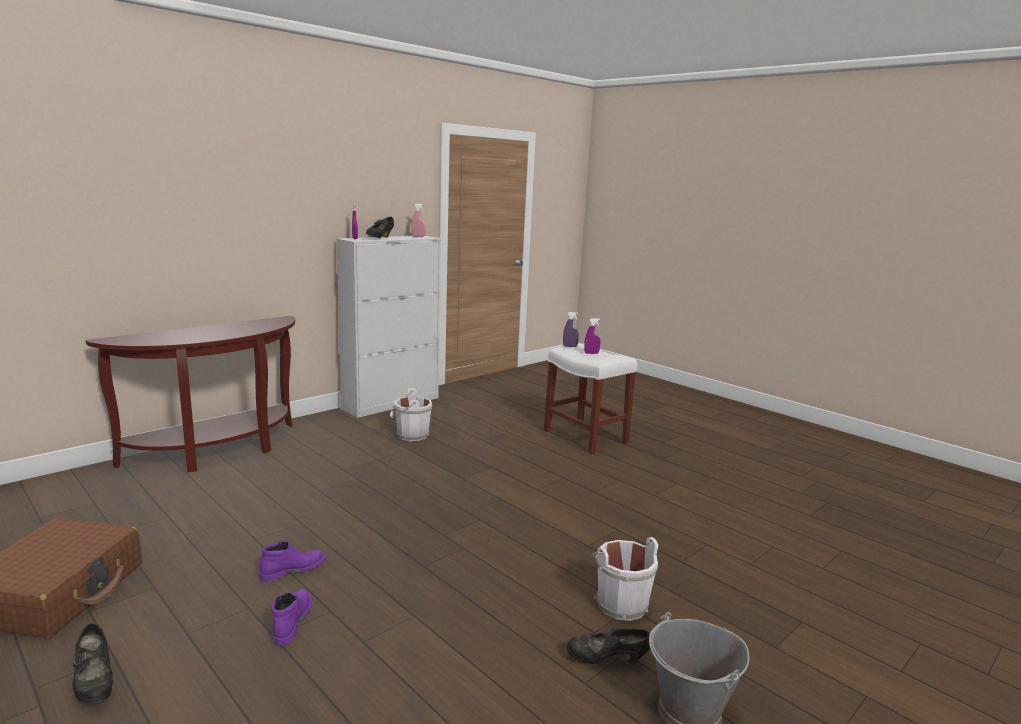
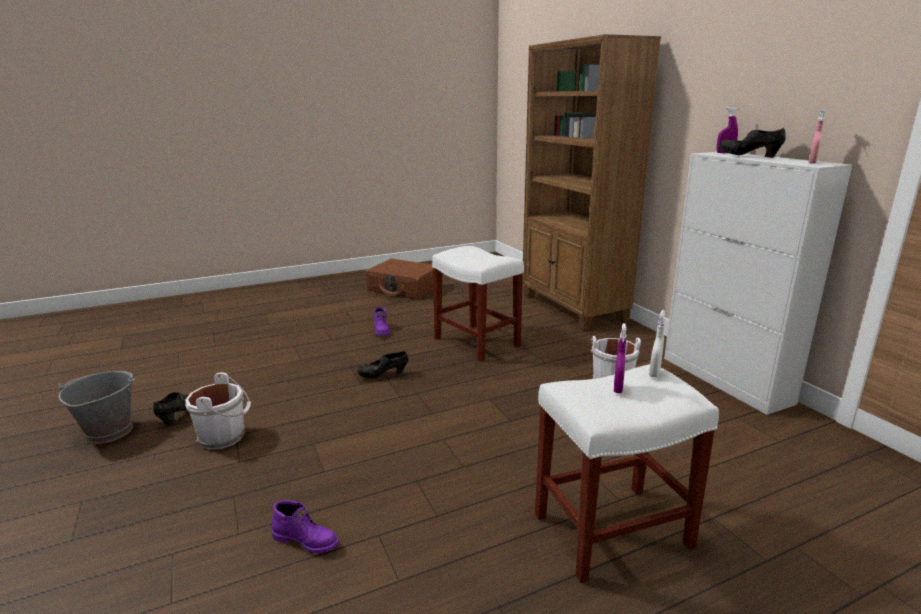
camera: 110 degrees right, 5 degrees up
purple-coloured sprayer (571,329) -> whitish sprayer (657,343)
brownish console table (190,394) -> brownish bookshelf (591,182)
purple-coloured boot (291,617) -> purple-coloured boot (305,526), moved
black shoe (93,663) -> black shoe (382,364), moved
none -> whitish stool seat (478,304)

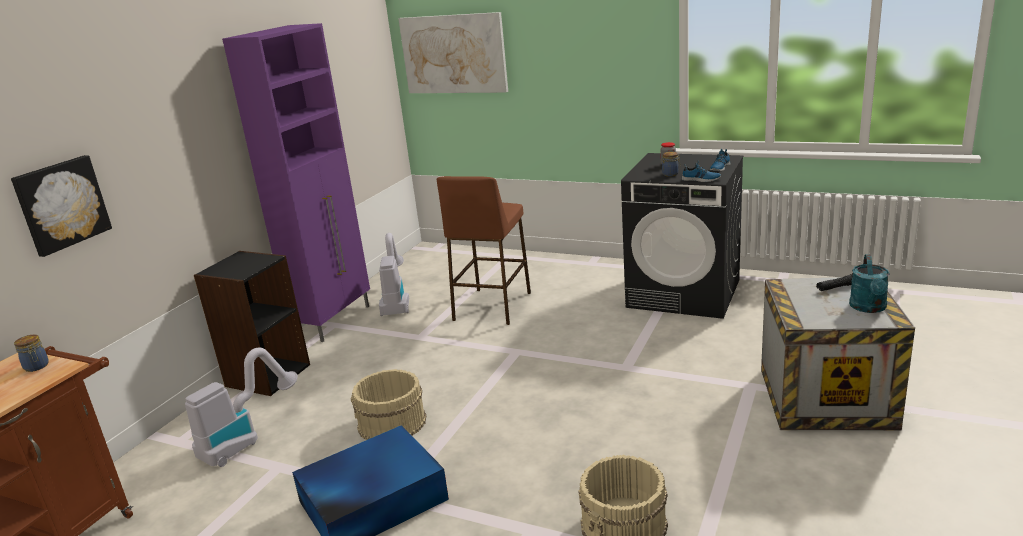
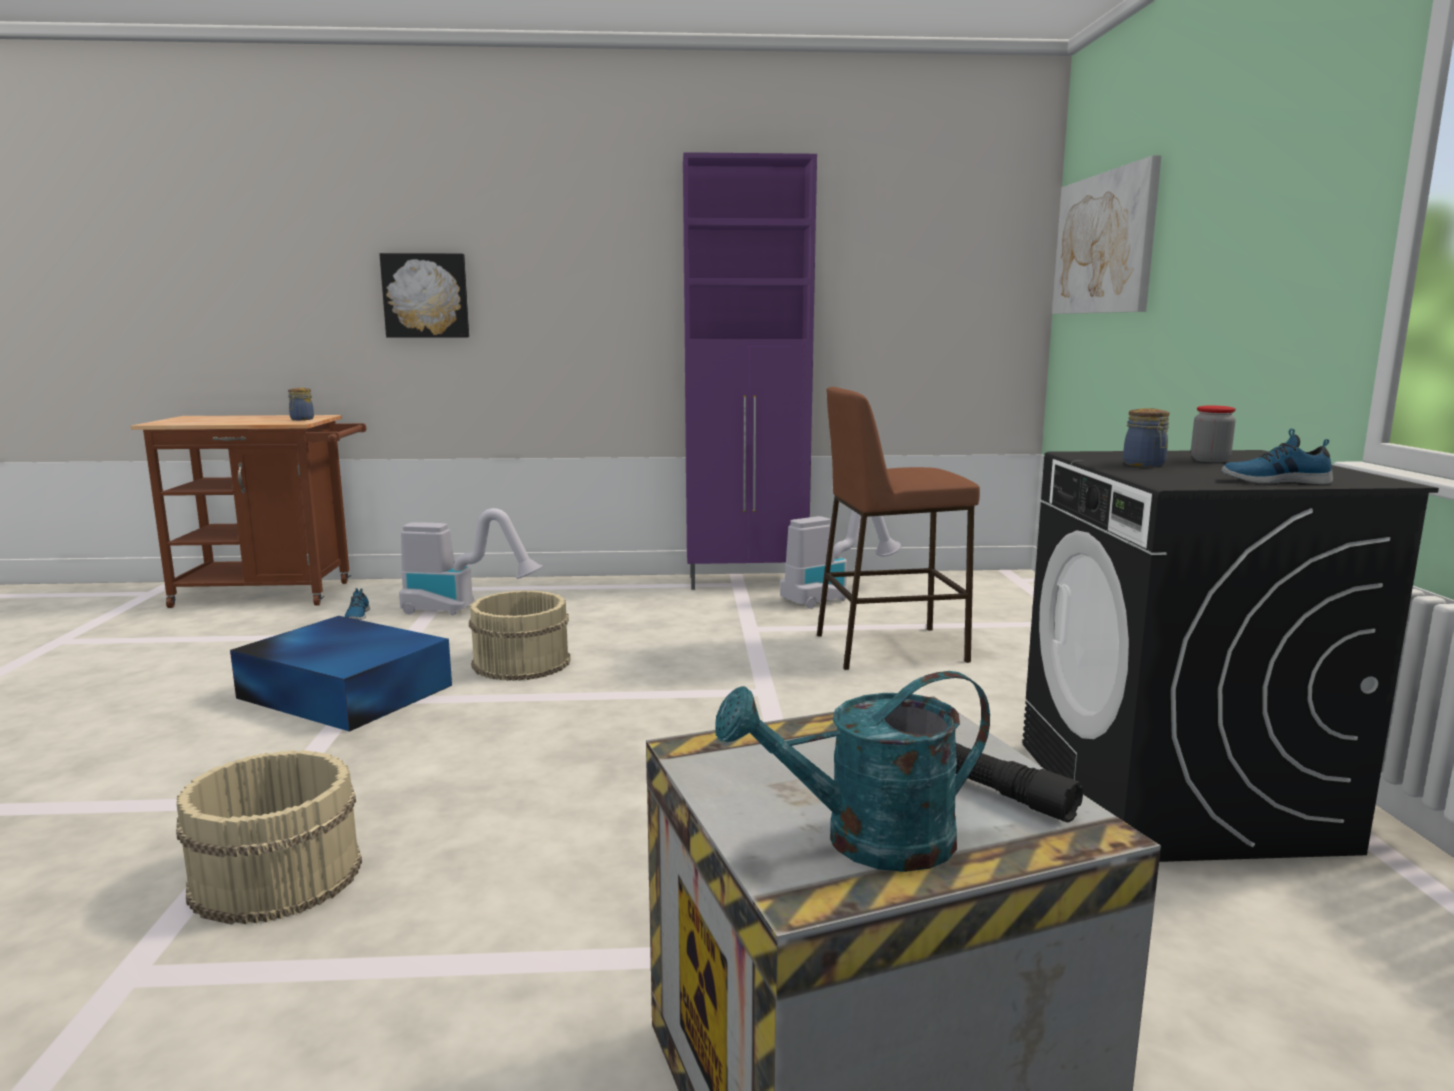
camera: 60 degrees right, 10 degrees down
shoe (701,171) -> shoe (357,604), moved
black bookshelf (252,323) -> none

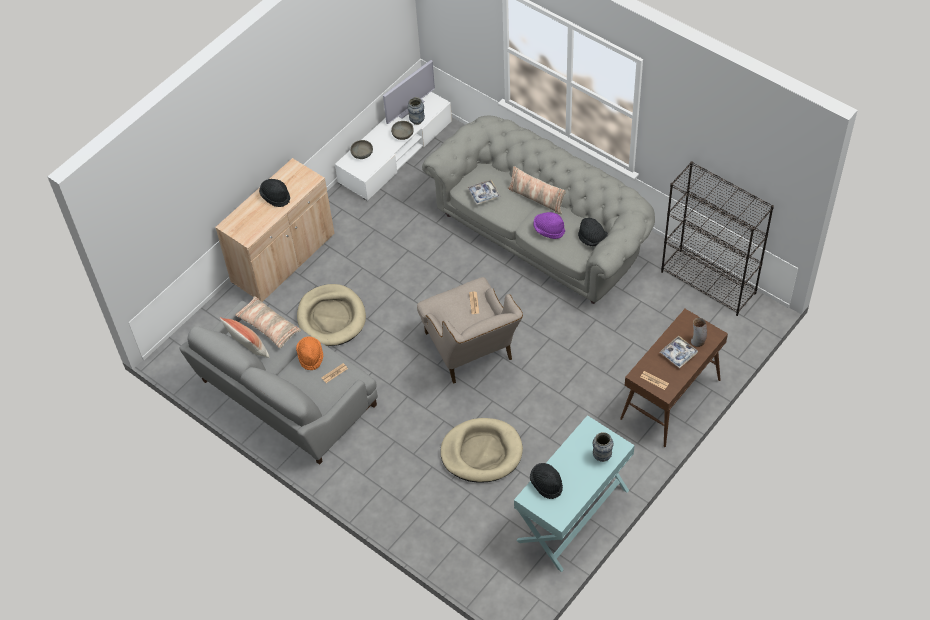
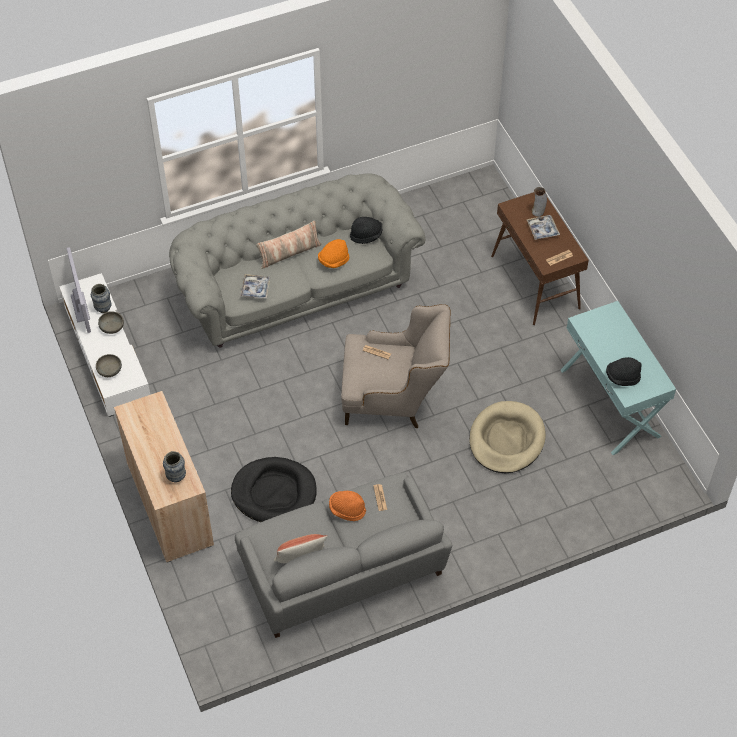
camera: 65 degrees left, 0 degrees up
black bookshelf (717,238) -> none
black wearable hat (274,193) -> none
purple-coloured wearable hat (549,225) -> orangey wearable hat (333,253)
sand-coloured dog bed (331,315) -> black dog bed (274,489)
cushion (268,322) -> none
flower vase (603,447) -> flower vase (174,467), moved

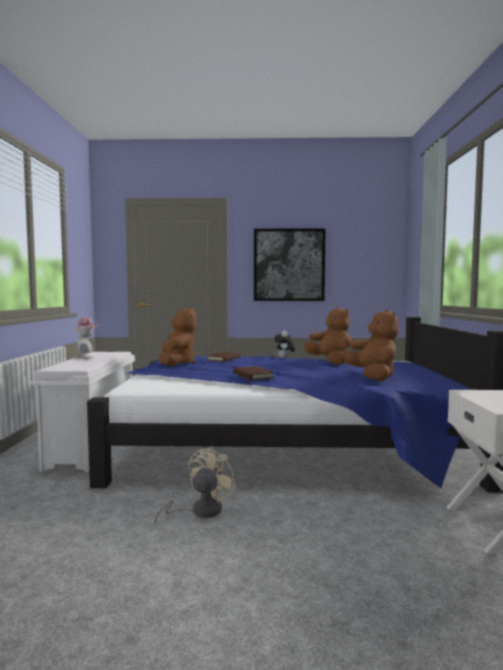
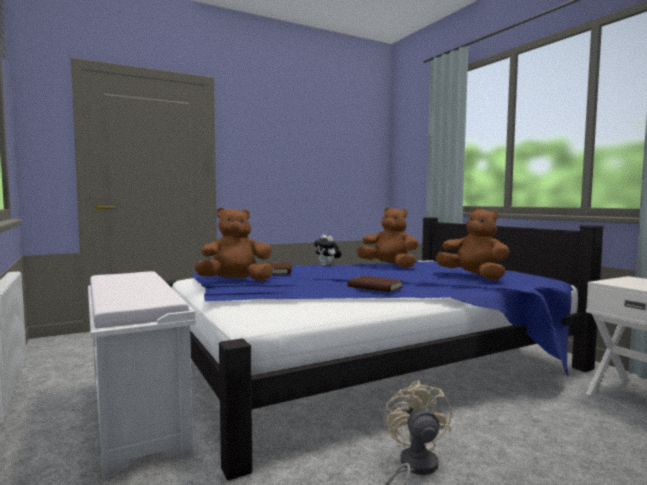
camera: 30 degrees left, 0 degrees up
wall picture (290,264) -> none
brownish cuddly toy (177,336) -> brownish cuddly toy (233,244), 75 degrees counterclockwise
wearable hat (86,338) -> none

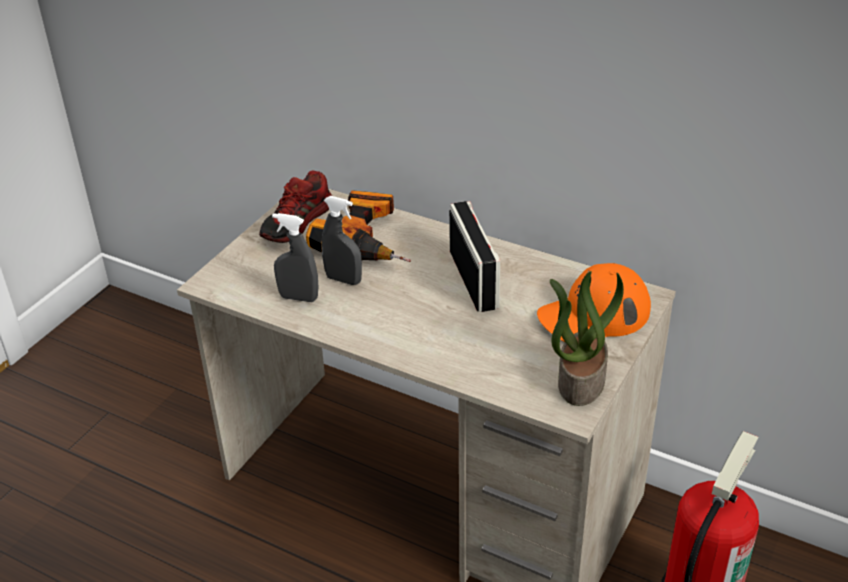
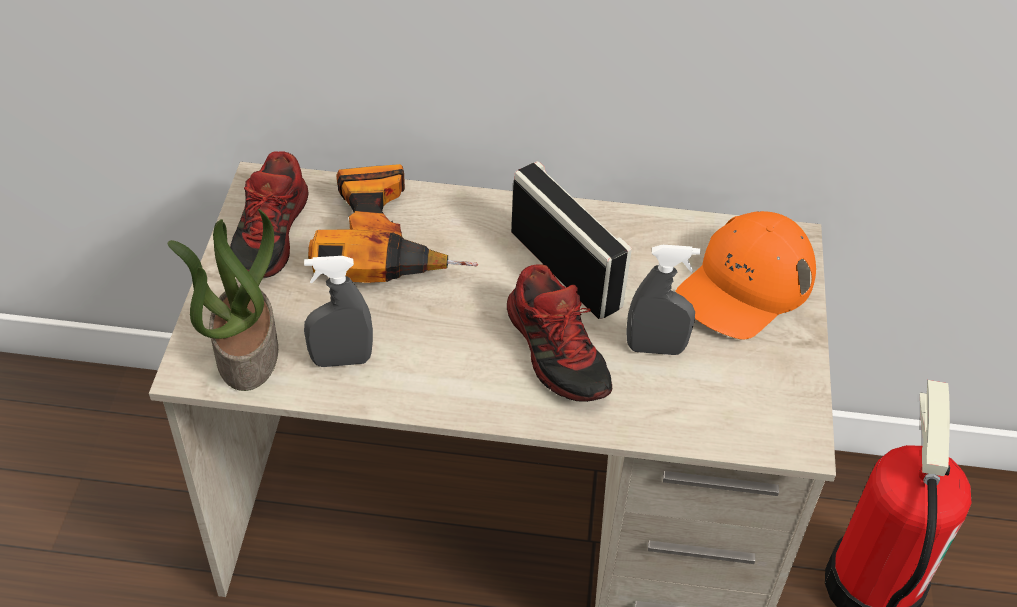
camera: 25 degrees left, 10 degrees up
greyish sprayer (341,240) -> greyish sprayer (663,300), moved
potted plant (587,338) -> potted plant (223,300), moved
none -> shoe (559,333)

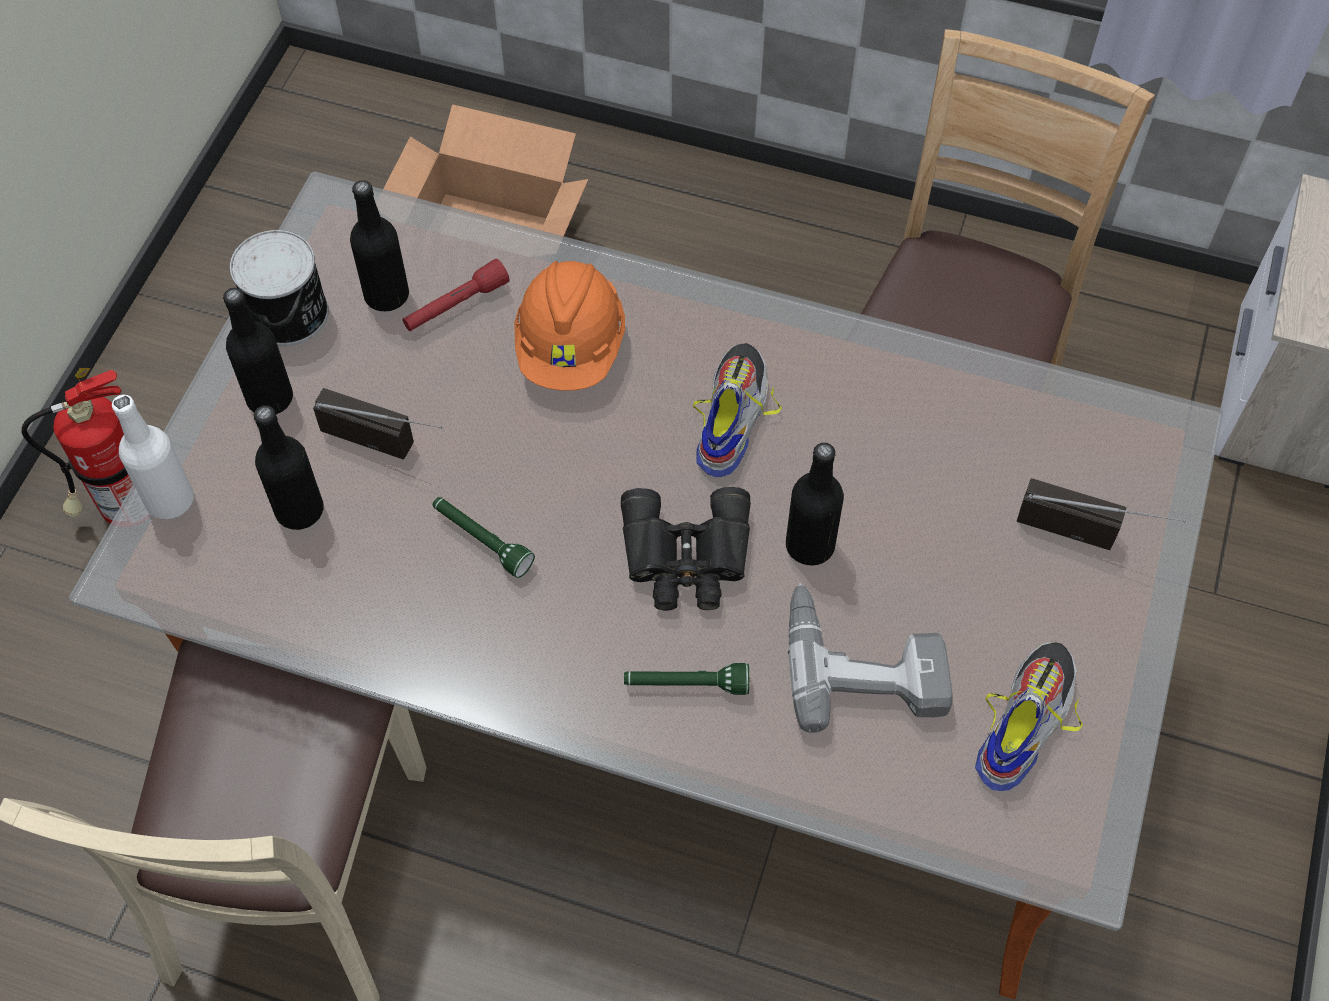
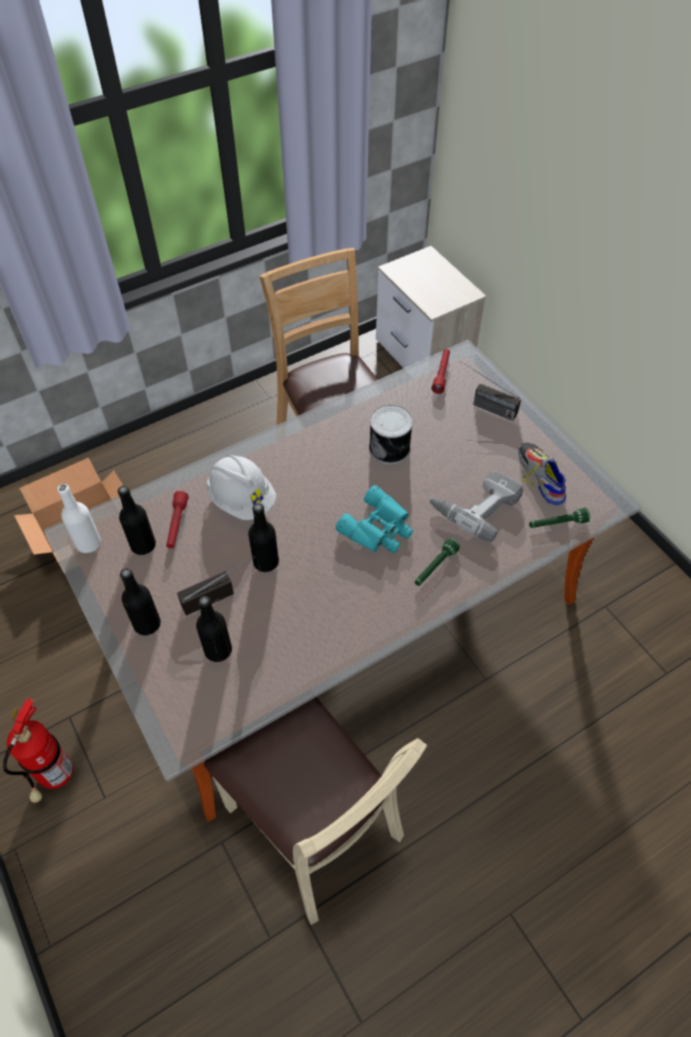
camera: 50 degrees left, 5 degrees down
can (279,288) -> can (391,434), moved
orangey safety helmet (569,326) -> whitish safety helmet (241,487)
shoe (737,410) -> none
whitish drink bottle (153,457) -> whitish drink bottle (79,518), moved
black drink bottle (815,504) -> black drink bottle (263,537), moved
radio set (1101,514) -> radio set (490,391), 120 degrees counterclockwise
black binoculars (686,549) -> turquoise-coloured binoculars (374,519)
green torch (484,537) -> green torch (559,518), moved
none -> reddish torch (440,371)

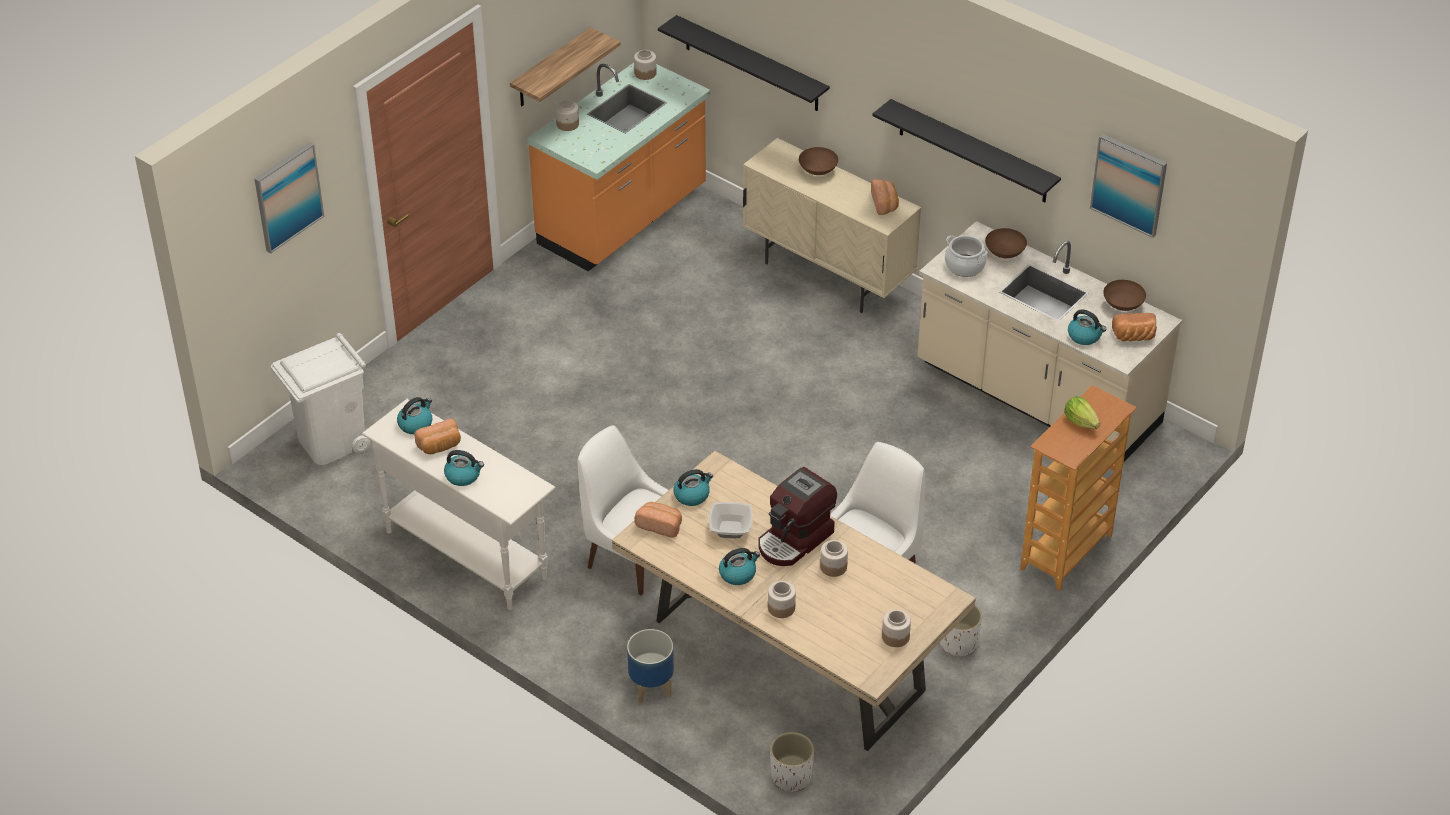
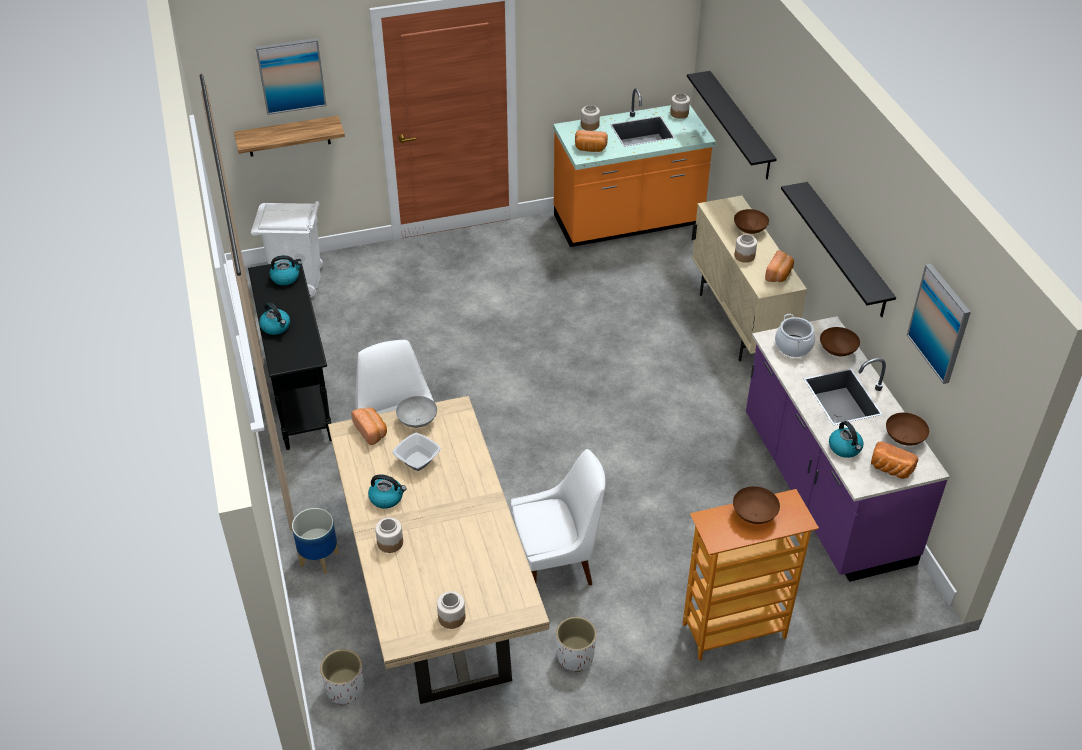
camera: 35 degrees right, 0 degrees up
wall shelf (565,66) -> wall shelf (289,136), moved
sand-coloured kitchen base unit (1050,341) -> purple-coloured kitchen base unit (848,449)
lettuce (1082,412) -> brownish serving bowl (756,505)
whitish console table (458,504) -> black console table (289,354)
bakery bread (437,436) -> bakery bread (591,141), moved
coffee brewer (798,516) -> none
water kettle (693,487) -> greyish serving bowl (416,412)
storage jar (834,558) -> storage jar (746,248), moved

